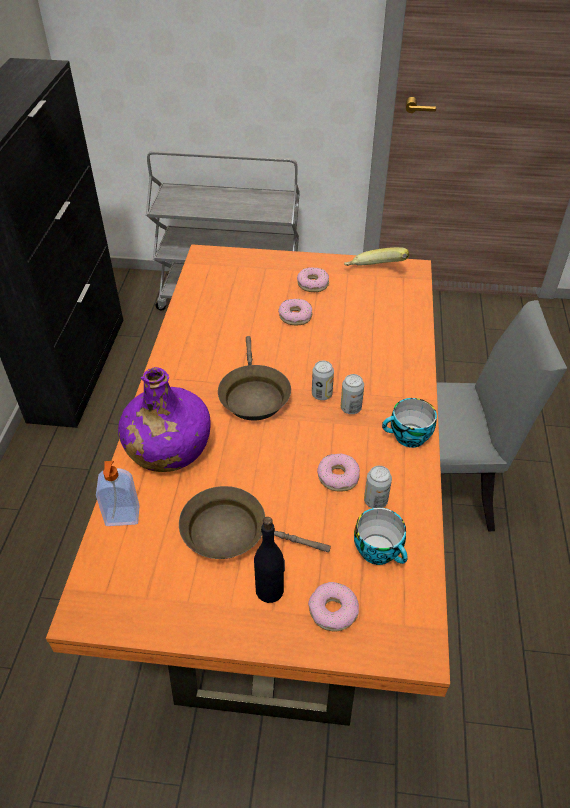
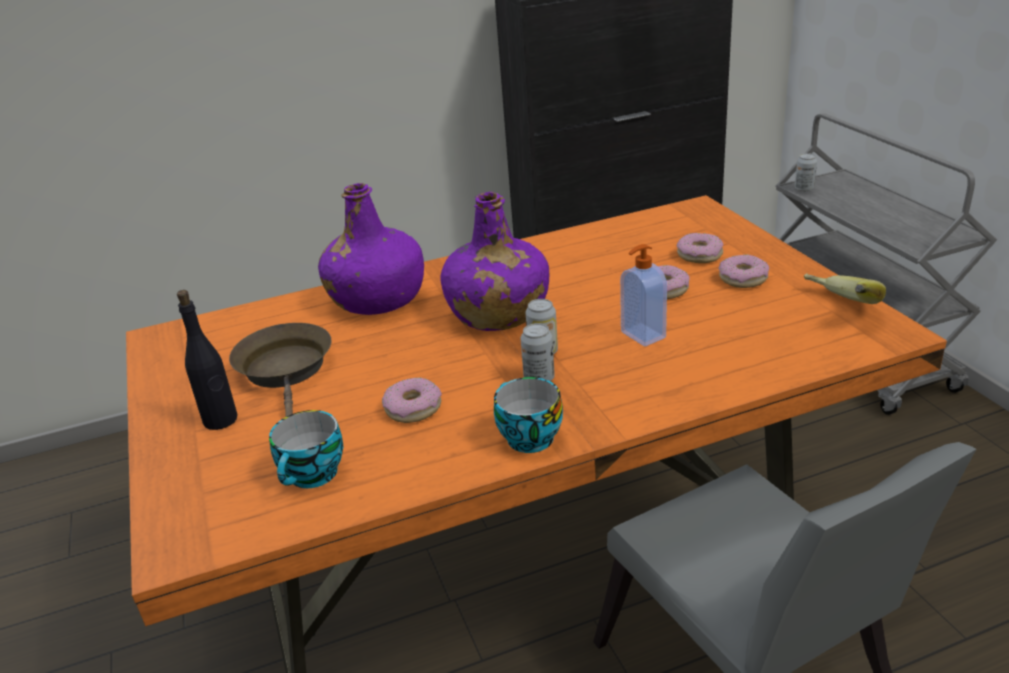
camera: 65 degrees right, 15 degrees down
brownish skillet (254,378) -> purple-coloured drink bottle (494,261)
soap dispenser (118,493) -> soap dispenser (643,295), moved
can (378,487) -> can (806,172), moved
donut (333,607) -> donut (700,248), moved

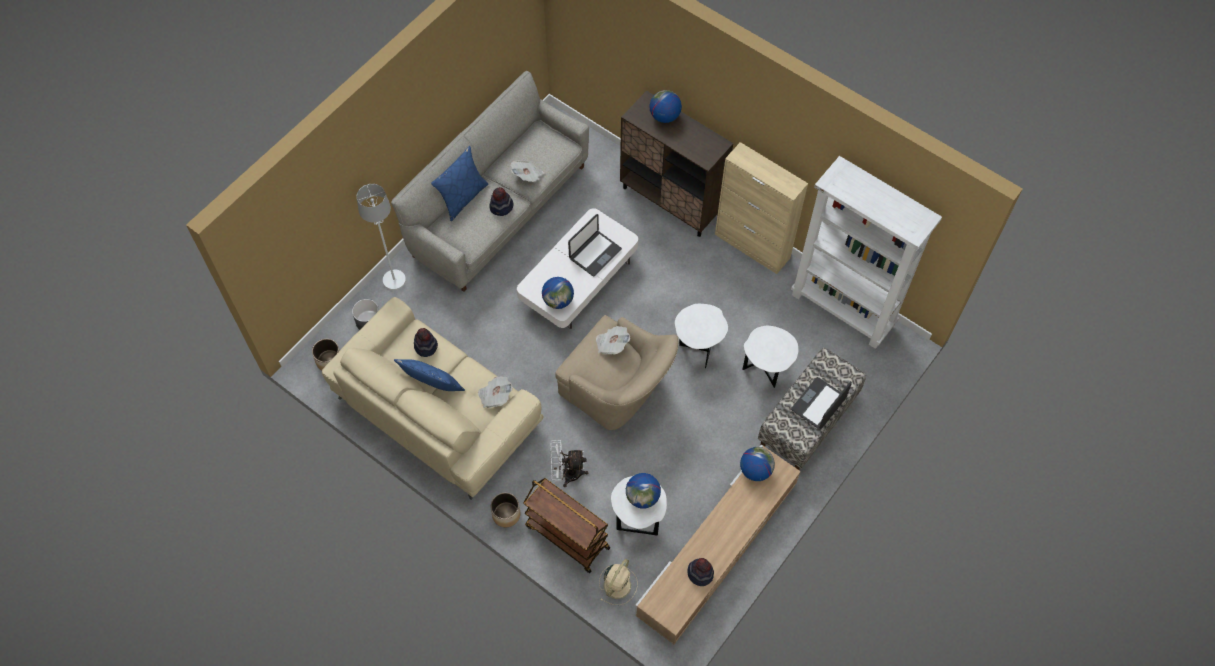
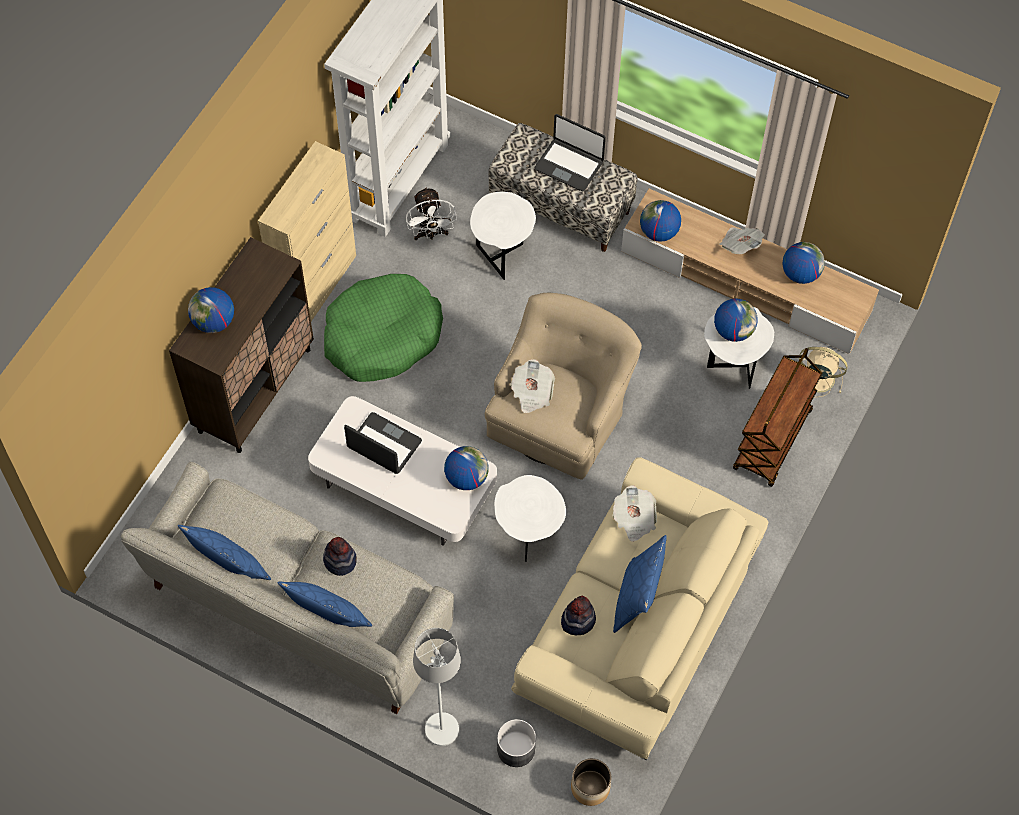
camera: 100 degrees left, 0 degrees up
newspaper (527,171) -> newspaper (742,240), moved
whitish end table (701,336) -> whitish end table (530,518), moved
whitish cooling fan (569,463) -> whitish cooling fan (431,213), moved
planter (505,510) -> none
wearable hat (700,572) -> desk globe (803,263)
none -> green dog bed (383,328)
none -> bluish cushion (224,552)

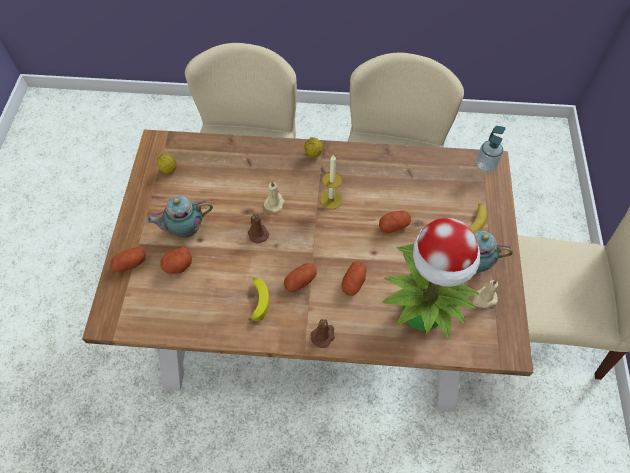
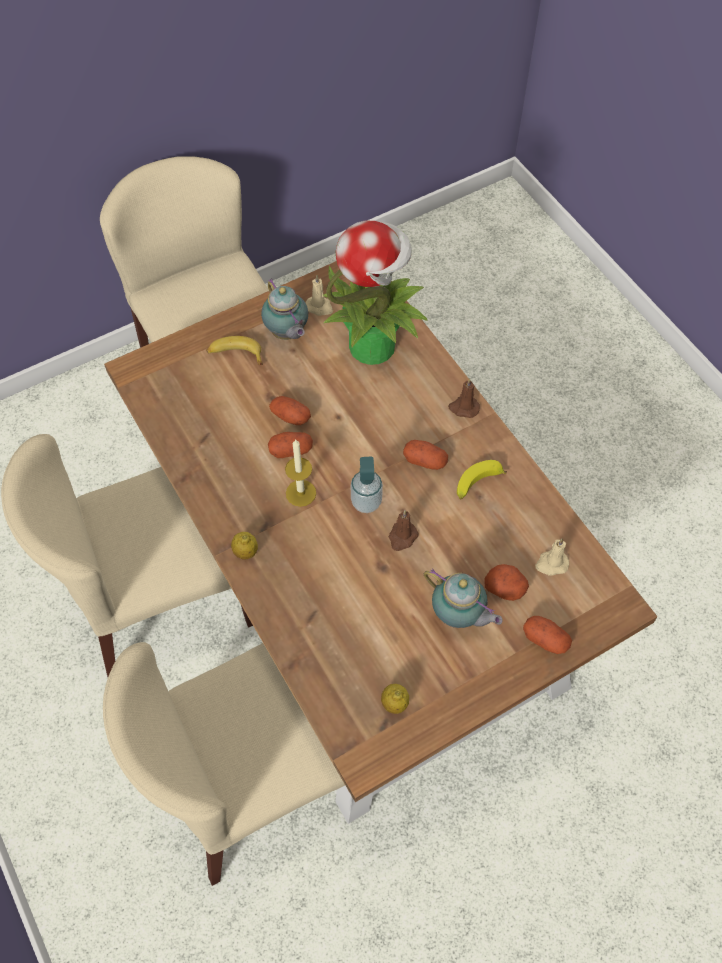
camera: 125 degrees left, 0 degrees up
soap dispenser (490,149) -> soap dispenser (367,485), moved
sand-coloured wax candle (274,196) -> sand-coloured wax candle (552,557), moved
potato (354,278) -> potato (290,445), moved

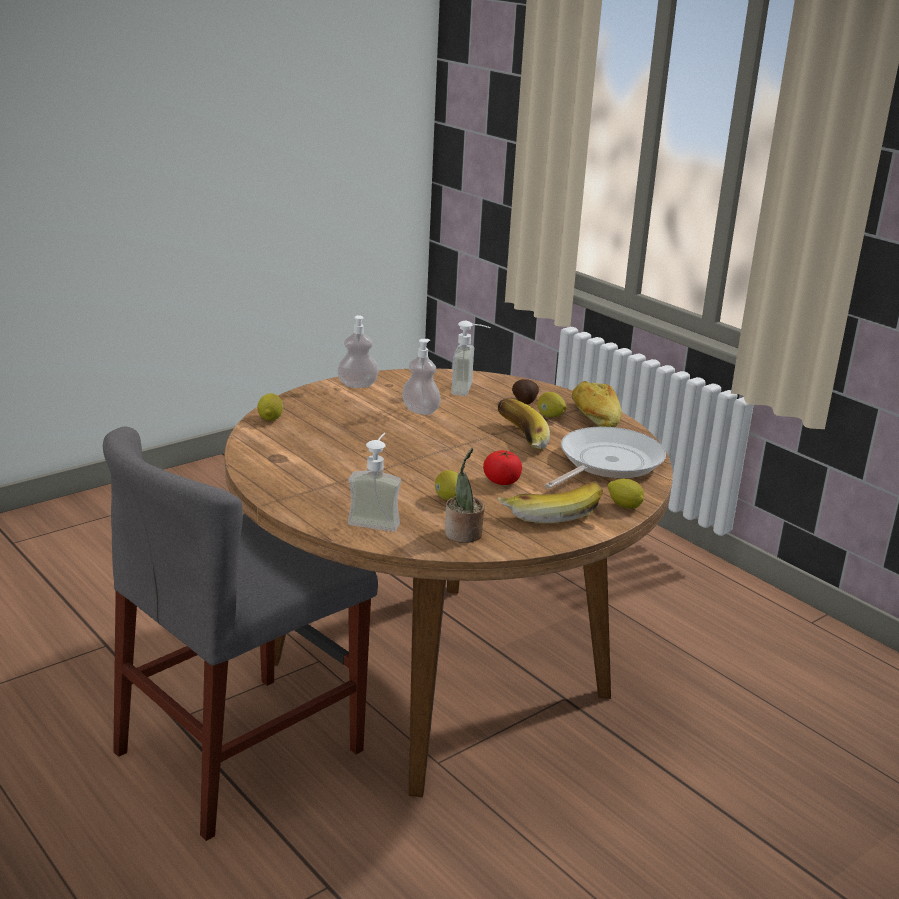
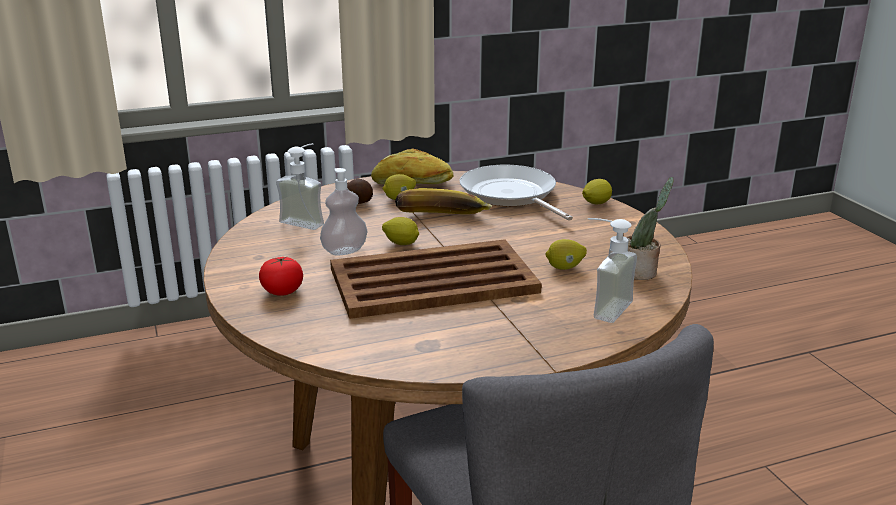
camera: 70 degrees left, 0 degrees up
soap dispenser (358,351) -> none
citrus fruit (270,407) -> citrus fruit (400,231), moved
whole tomato (502,467) -> whole tomato (281,276), moved
whole banana (550,502) -> none
none -> brownish carrying tray (436,279)

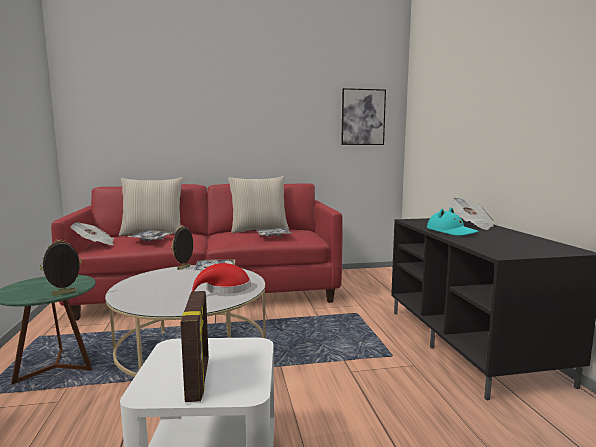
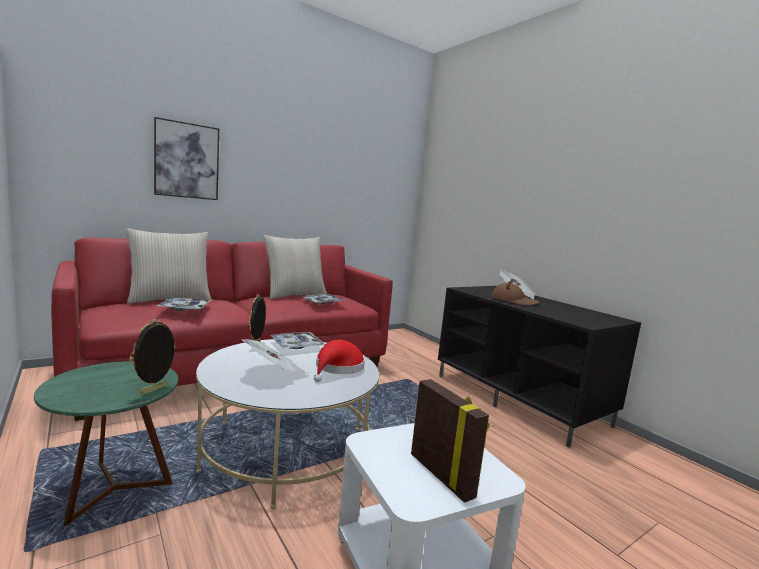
camera: 25 degrees left, 0 degrees up
wall picture (363,116) -> wall picture (186,158), moved
turquoise-coloured wearable hat (453,221) -> brownish wearable hat (515,293)
newspaper (92,233) -> newspaper (275,356), moved

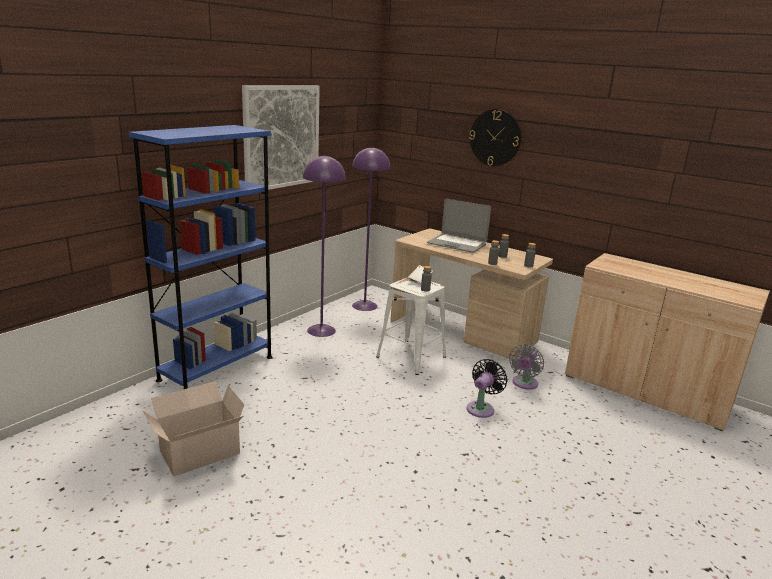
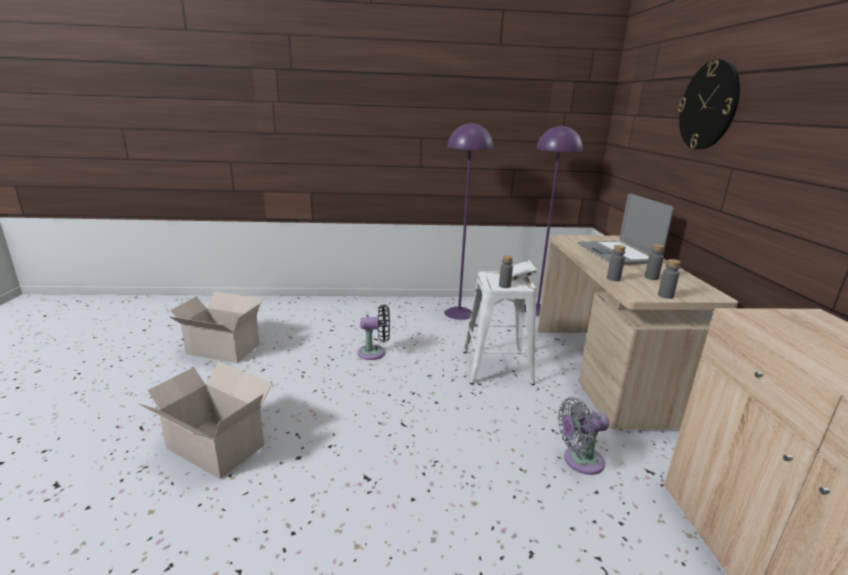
camera: 50 degrees right, 0 degrees up
wall picture (281,137) -> none
bluish bookshelf (200,257) -> none
black cooling fan (486,388) -> black cooling fan (374,332), moved
none -> cardboard box (204,420)

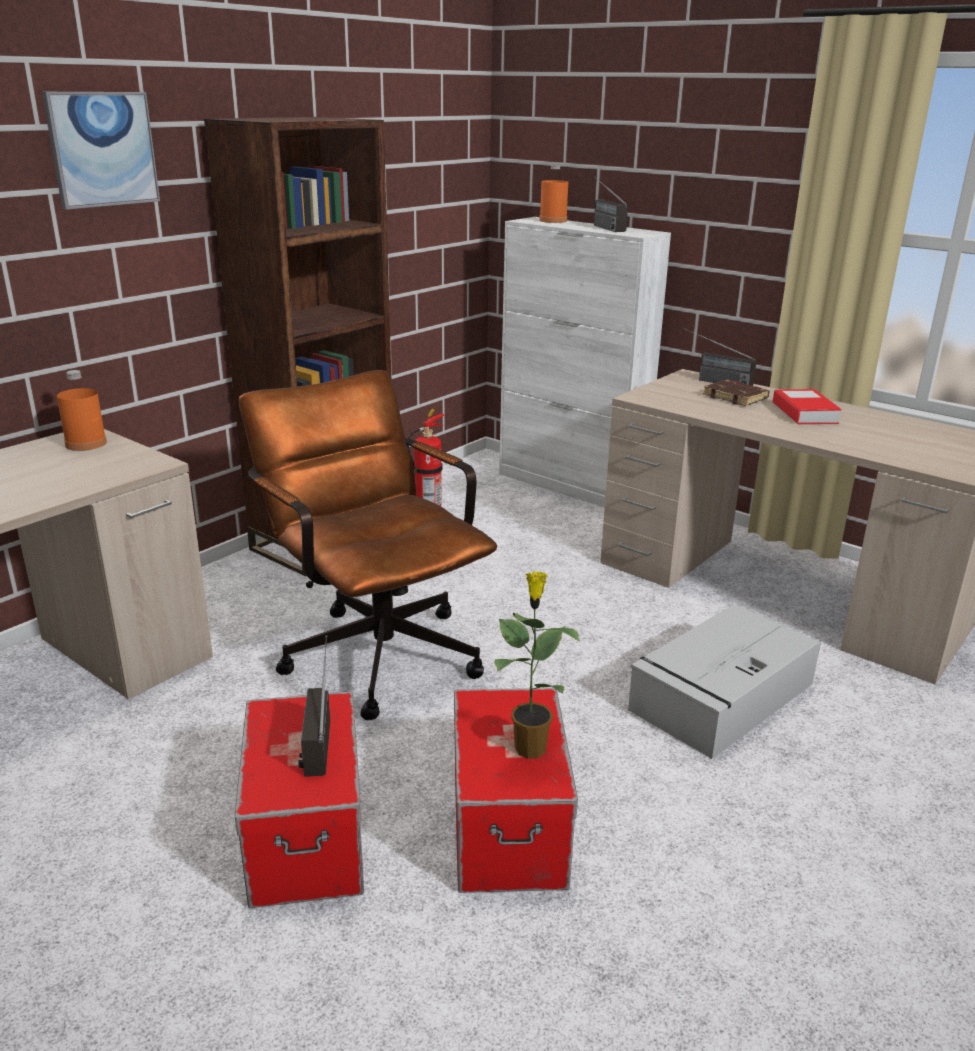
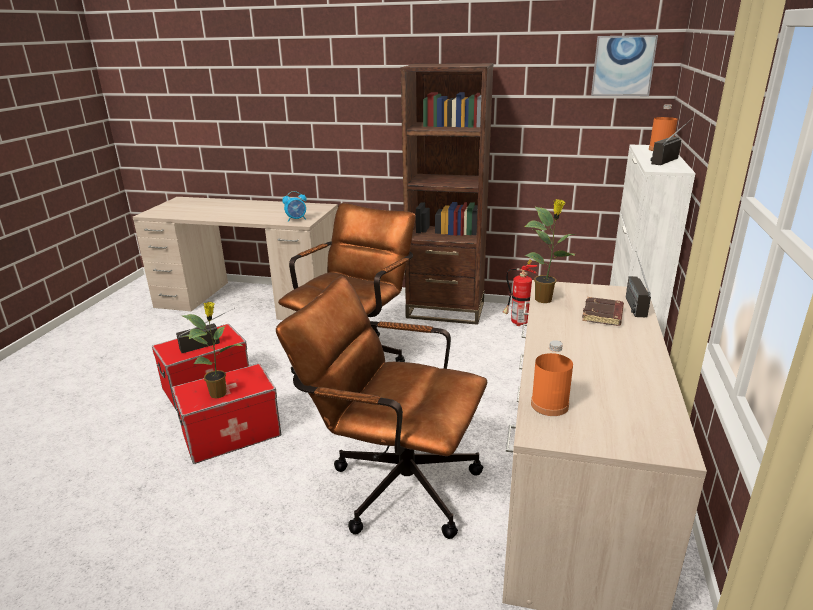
camera: 65 degrees right, 0 degrees up
wall picture (101,151) -> wall picture (624,65), moved
orangey drink bottle (82,410) -> orangey drink bottle (552,378), moved
book (807,406) -> none
greyish storage bin (724,682) -> brownish office chair (381,407)
none -> table clock (294,206)
none -> potted plant (550,251)

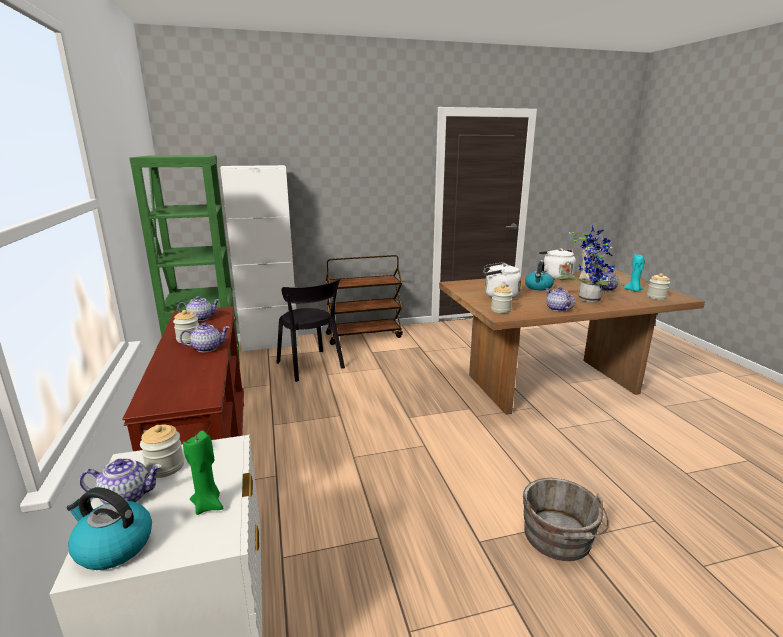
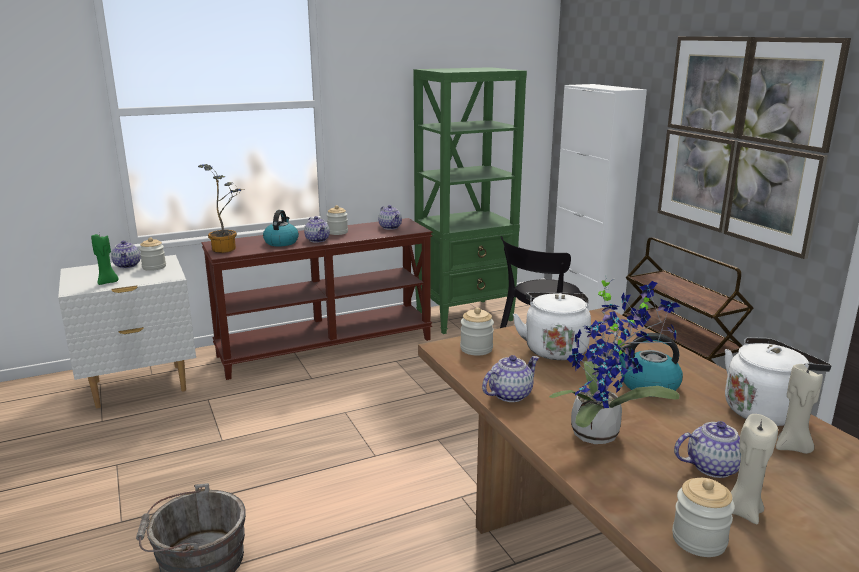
camera: 80 degrees right, 0 degrees up
turquoise-coloured wax candle (634,273) -> sand-coloured wax candle (754,469)
water kettle (109,528) -> water kettle (281,228), moved
none -> wall picture (754,147)
none -> potted plant (222,208)

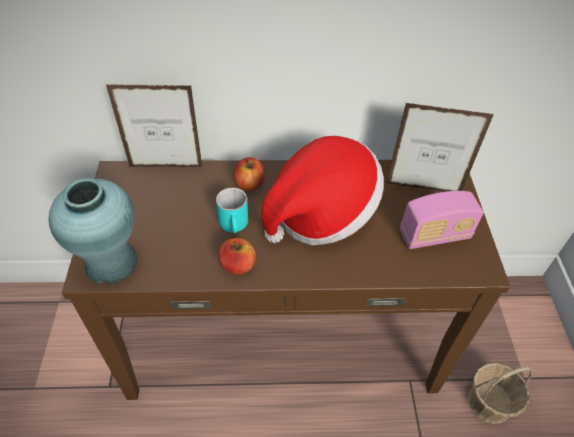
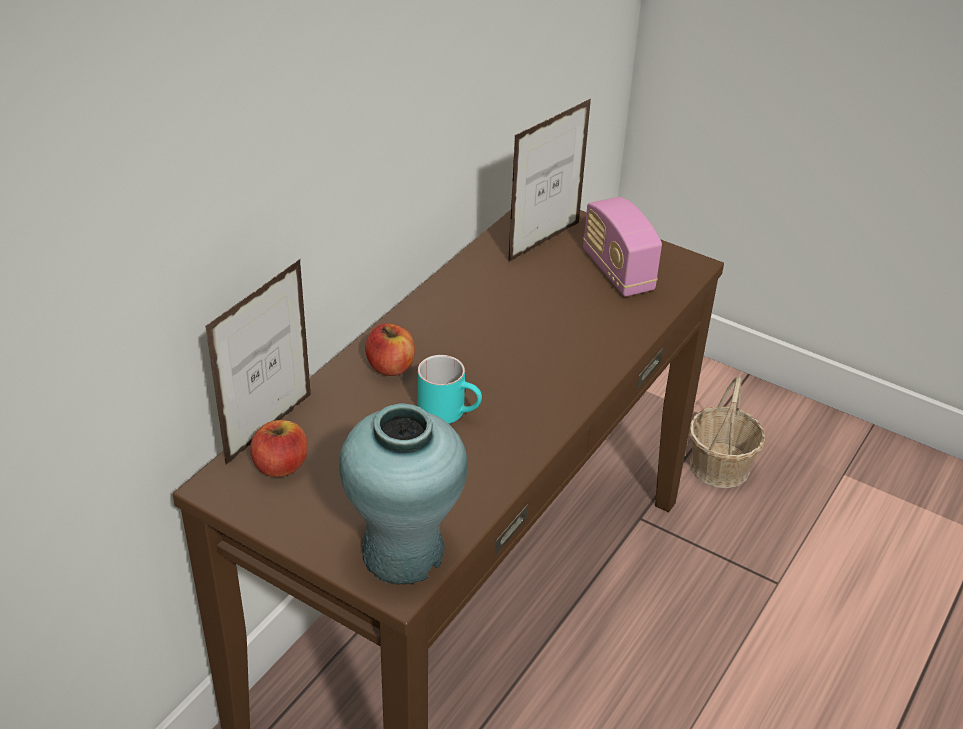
camera: 55 degrees left, 10 degrees down
wearable hat (322,190) -> none
radio set (442,220) -> radio set (622,247), 135 degrees clockwise
apple (237,256) -> apple (279,448), moved

